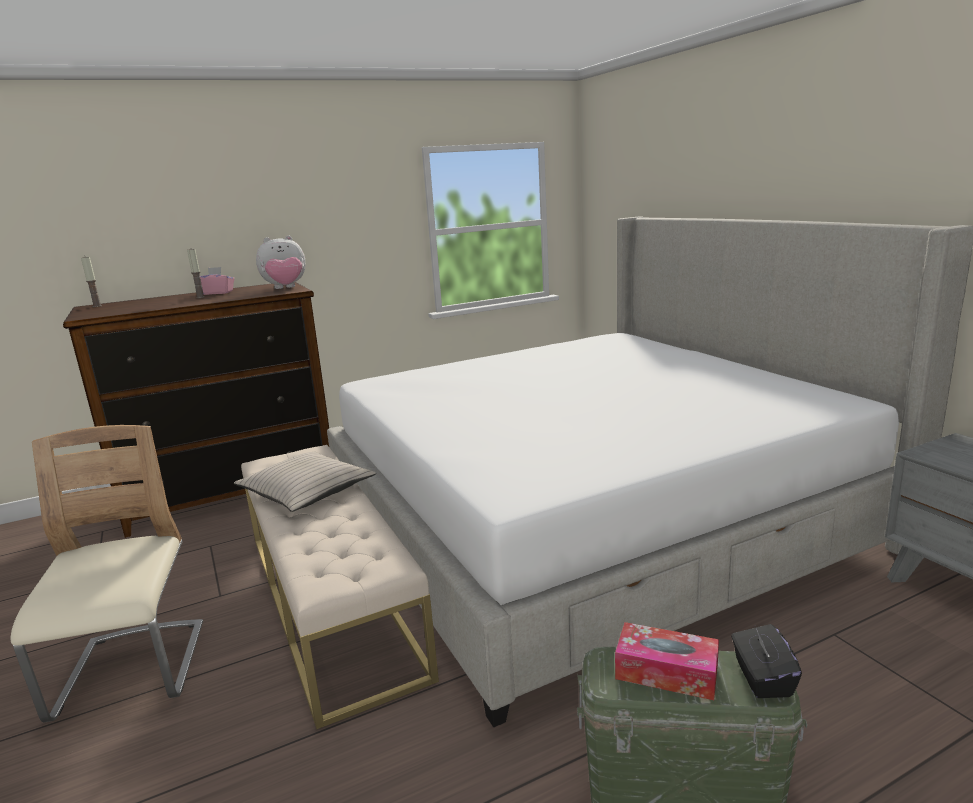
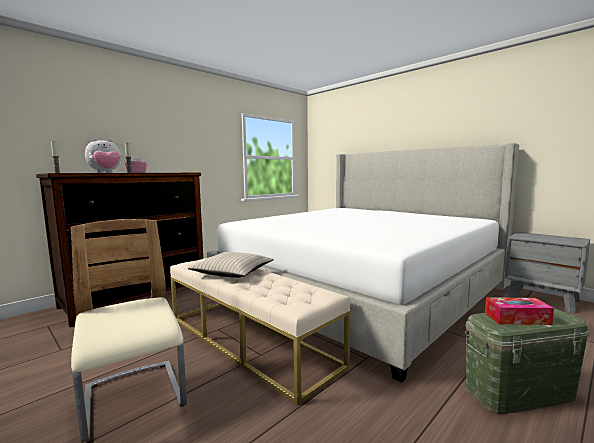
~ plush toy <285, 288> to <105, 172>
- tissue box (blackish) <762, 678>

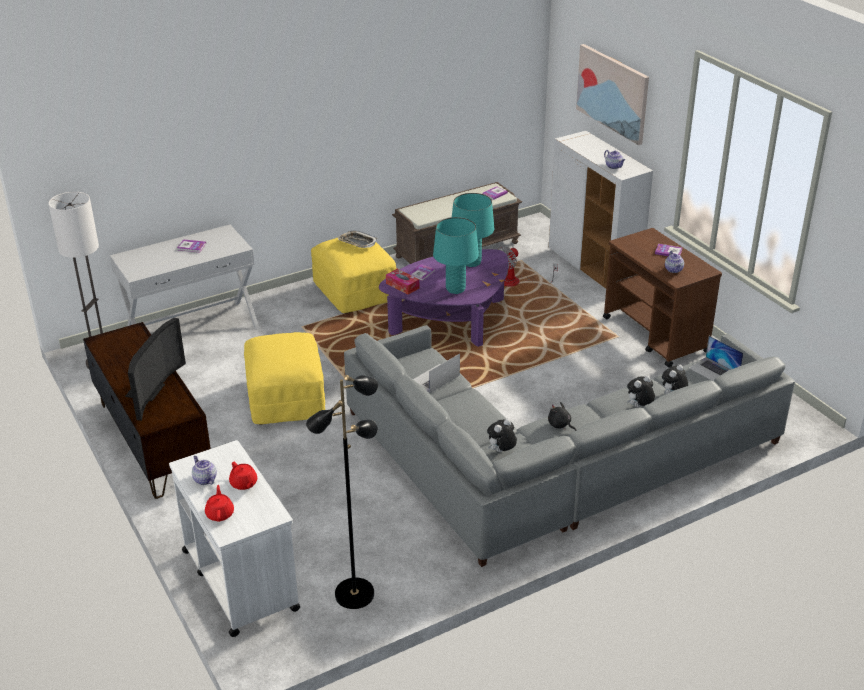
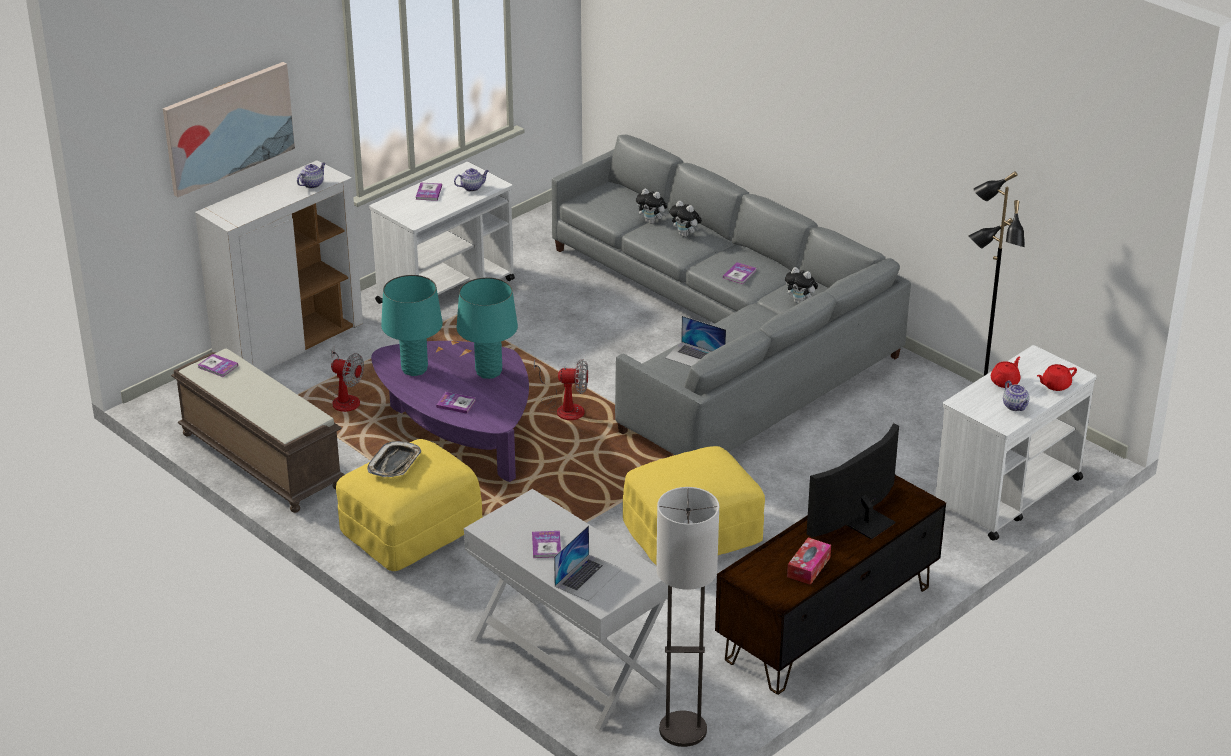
~ TV set <150, 392> = <863, 519> 45 degrees counterclockwise
~ tea pot <204, 479> = <1015, 406> 60 degrees counterclockwise
~ tissue box <402, 286> to <808, 567>
~ plush toy (blackish) <560, 425> to volume <739, 274>
~ trolley (brownish) <655, 335> to trolley (whitish) <446, 291>
~ laptop <714, 371> to <588, 577>
+ cooling fan <564, 408>

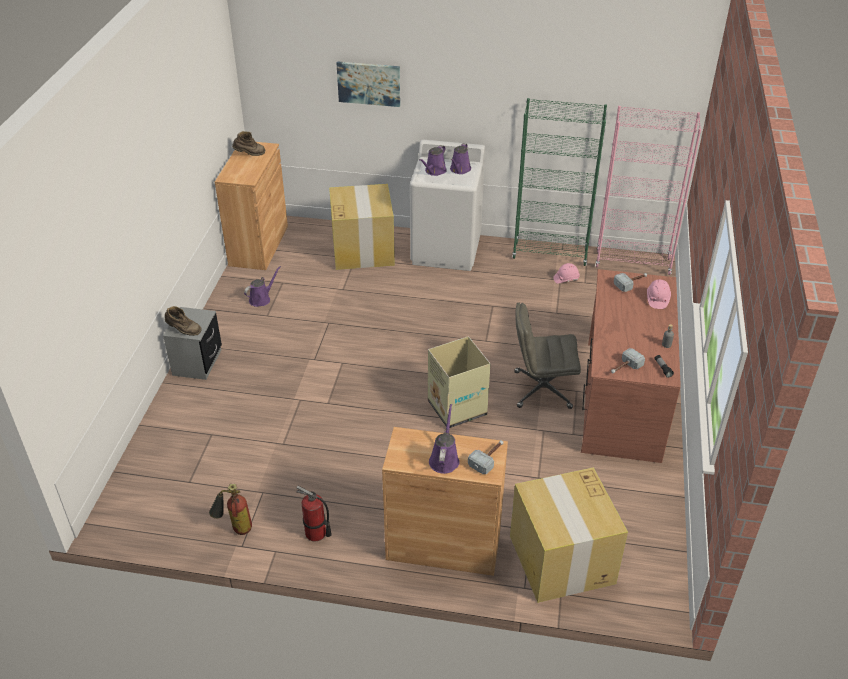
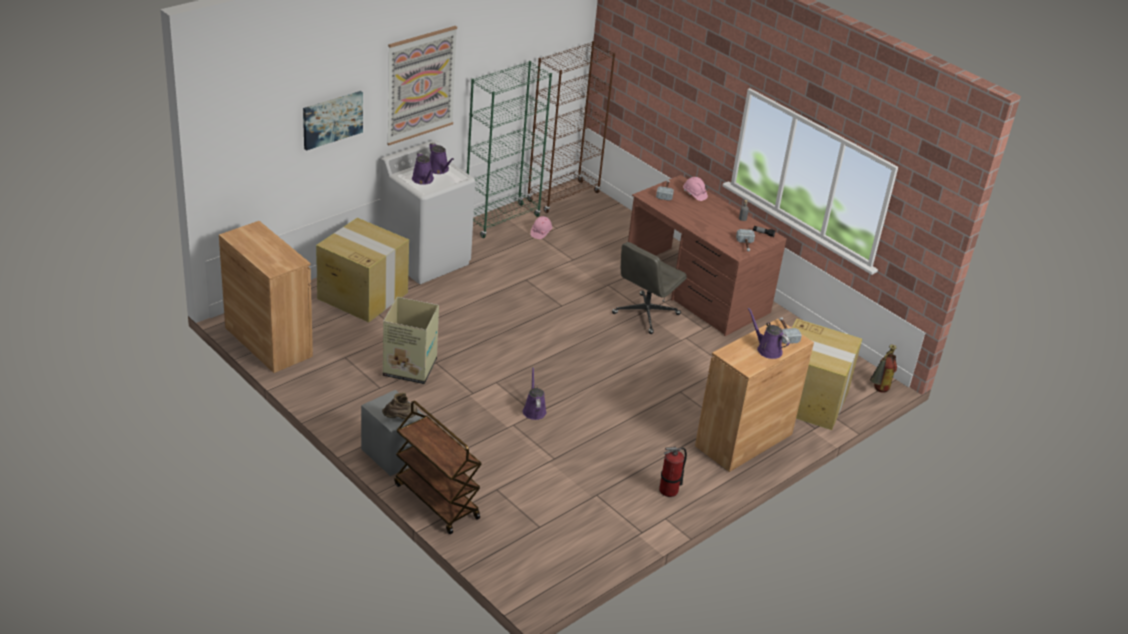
~ extinguisher <235, 528> to <877, 391>
- tall boot (brownish) <250, 154>
~ sprinkling can (purple) <261, 299> to <534, 410>
~ carton <456, 407> to <409, 367>
~ shelving unit (pink-coloured) <633, 262> to shelving unit (brownish) <563, 197>
+ wall art <421, 85>
+ trolley (brownish) <435, 501>

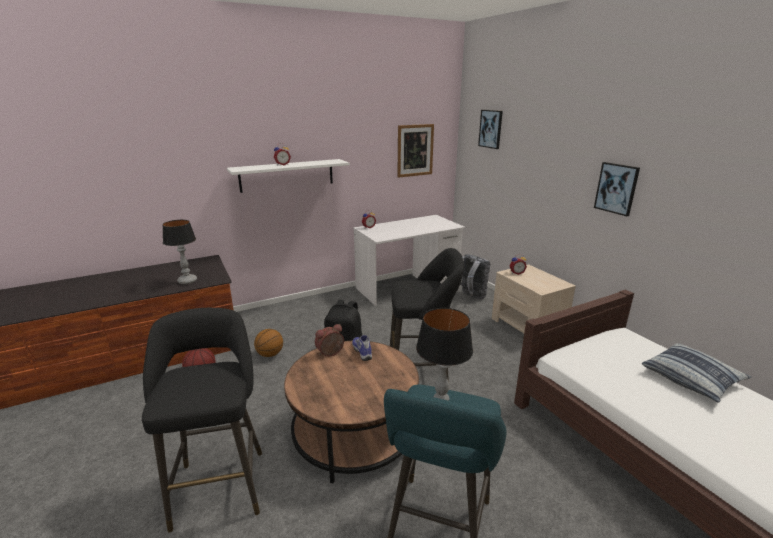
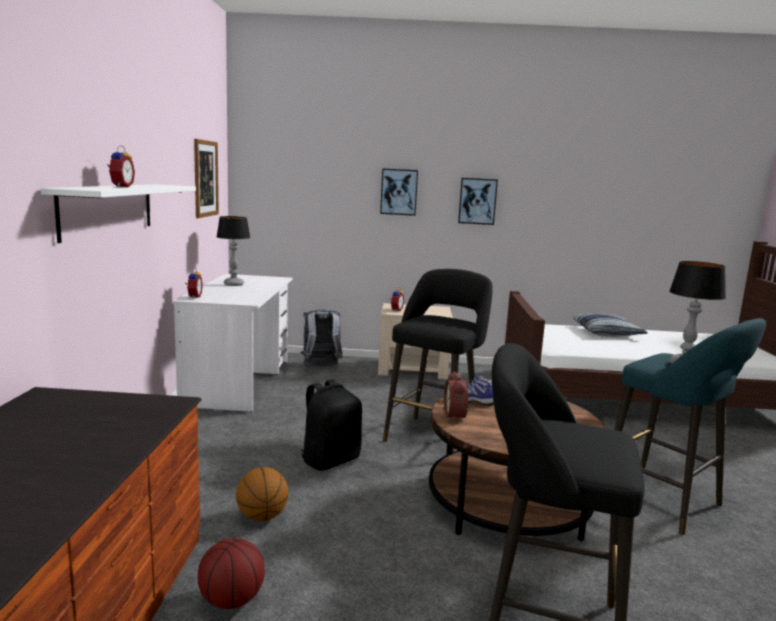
~ tabletop lamp <188, 281> to <234, 284>
~ wall art <491, 129> to <399, 192>

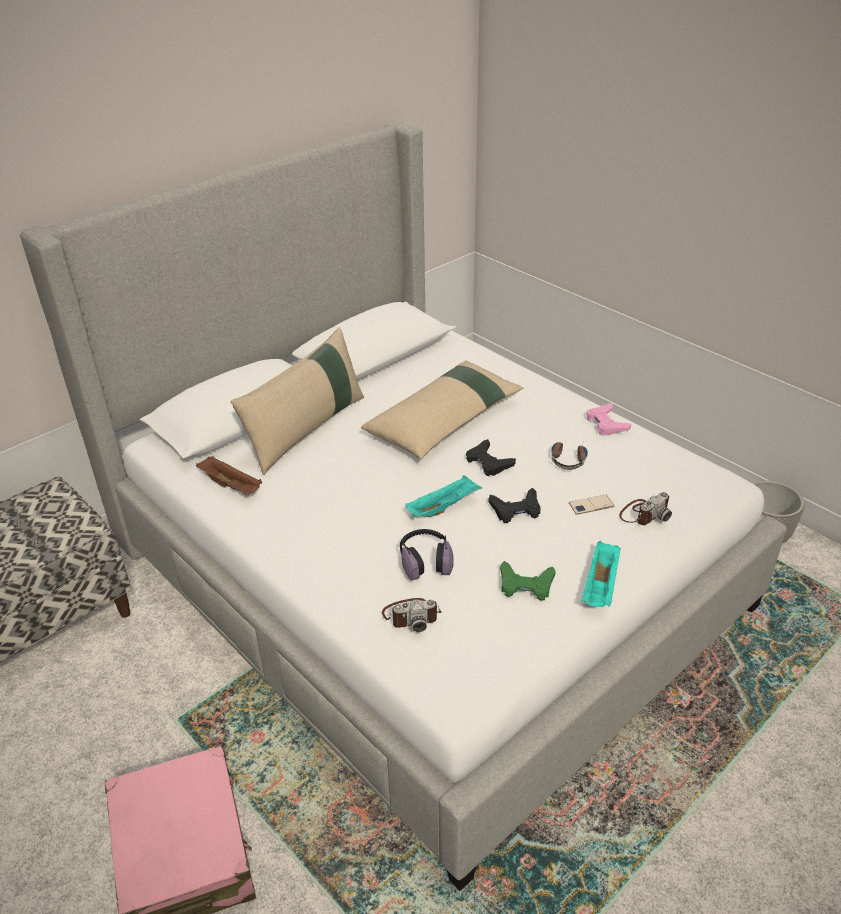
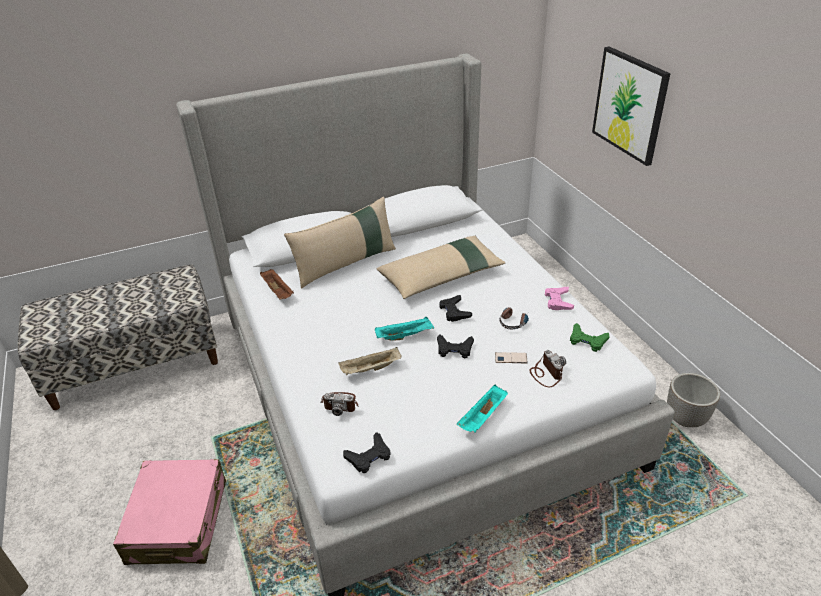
~ headset <425, 561> to serving tray (sand-coloured) <370, 369>
~ game controller (green) <526, 585> to <587, 340>
~ still camera <644, 513> = <546, 373> 90 degrees counterclockwise
+ game controller (blackish) <369, 456>
+ wall art <630, 105>

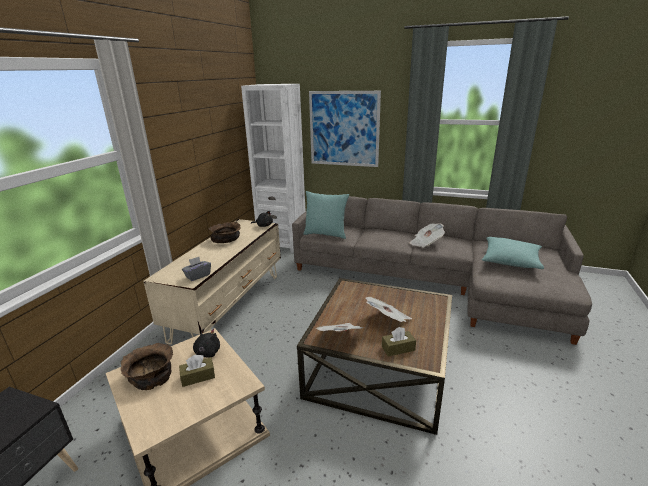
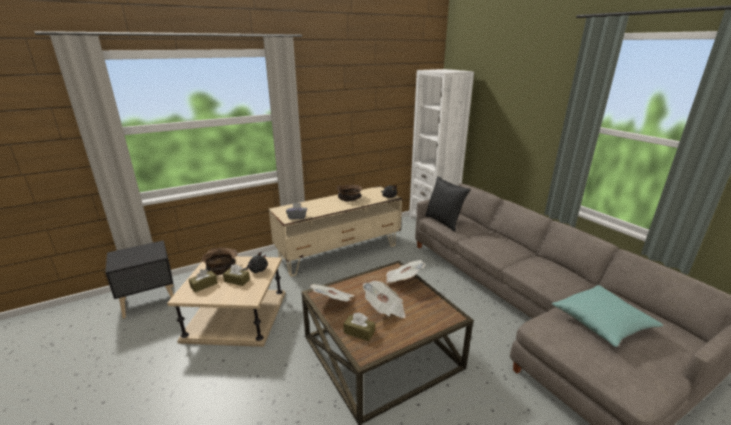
~ pillow (turquoise-coloured) <326, 234> to pillow (blackish) <444, 222>
- wall art <344, 129>
~ newspaper <426, 243> to <403, 280>
+ tissue box (brownish) <204, 285>

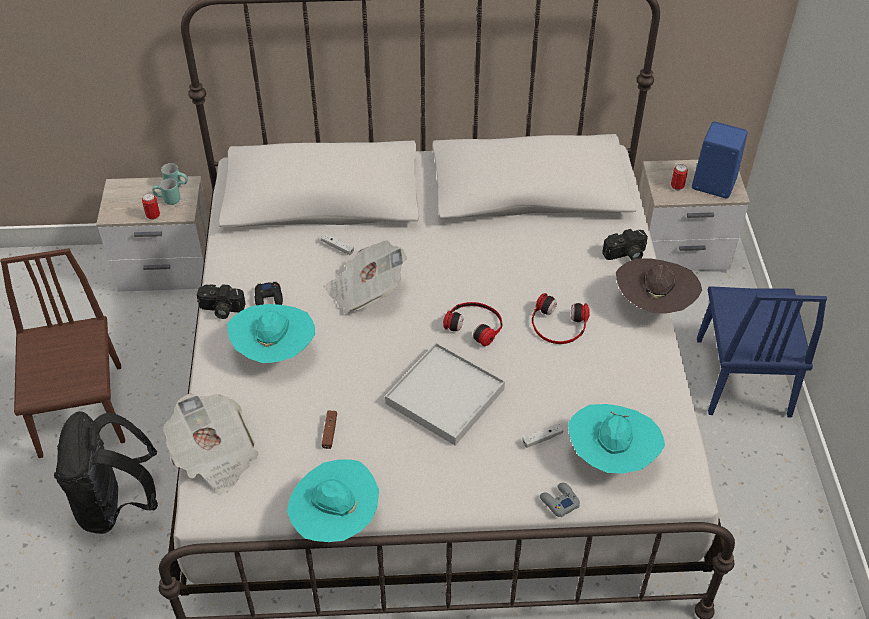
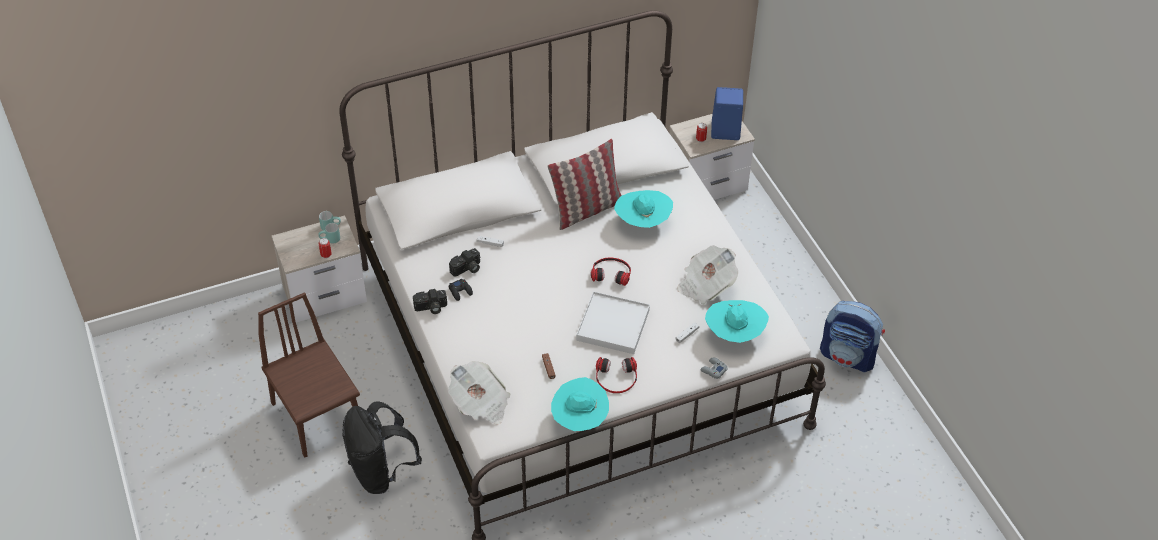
~ wearable hat (turquoise-coloured) <275, 352> to <642, 222>
~ newspaper <365, 291> to <705, 285>
~ headset <558, 325> to <616, 378>
~ still camera <625, 255> to <467, 269>
- wearable hat (brownish) <653, 305>
- plain chair (blue-coloured) <742, 376>
+ pillow <586, 210>
+ backpack <848, 356>

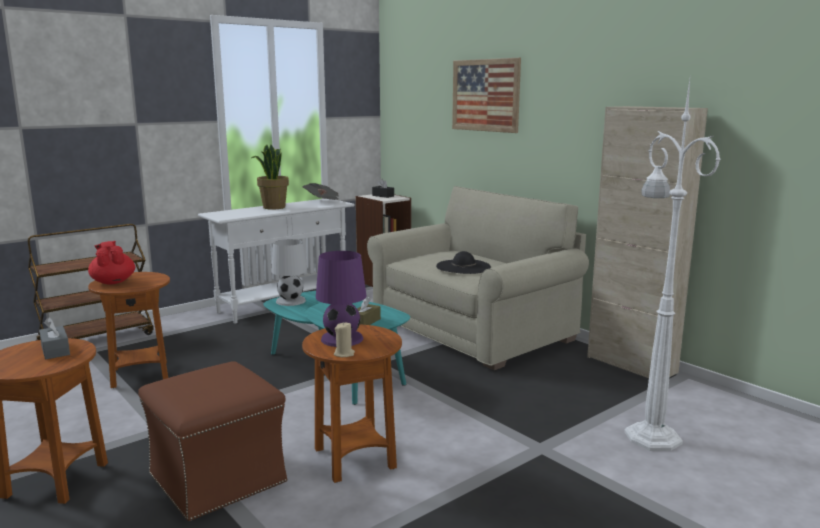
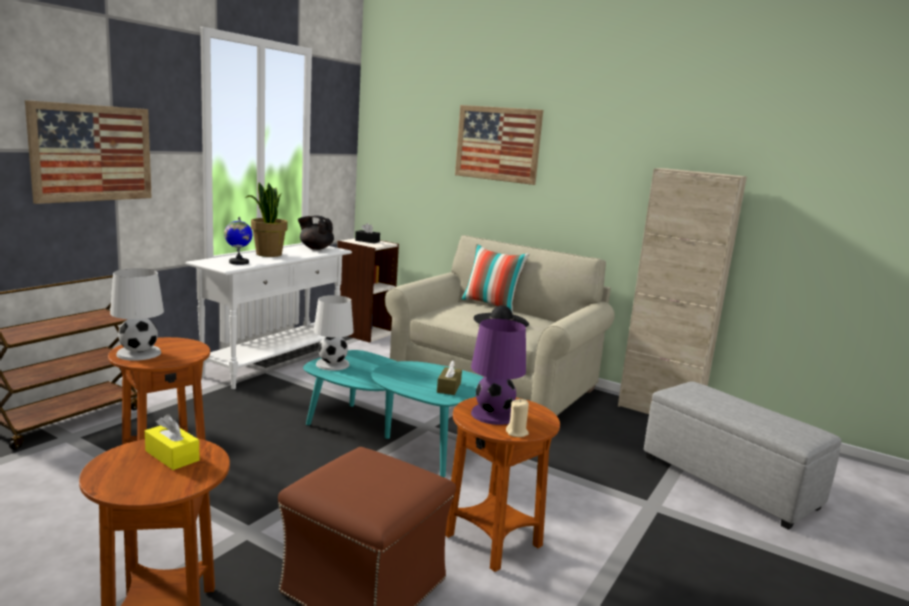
~ tissue box (greyish) <55, 350> to tissue box (yellowish) <172, 456>
~ tea pot (red-coloured) <113, 282> to tabletop lamp (whitish) <139, 353>
~ newspaper <323, 202> to tea pot (blackish) <315, 248>
~ standard lamp (whitish) <651, 436> to pouffe (greyish) <729, 482>
+ wall art <92, 153>
+ globe <238, 262>
+ pillow <491, 305>

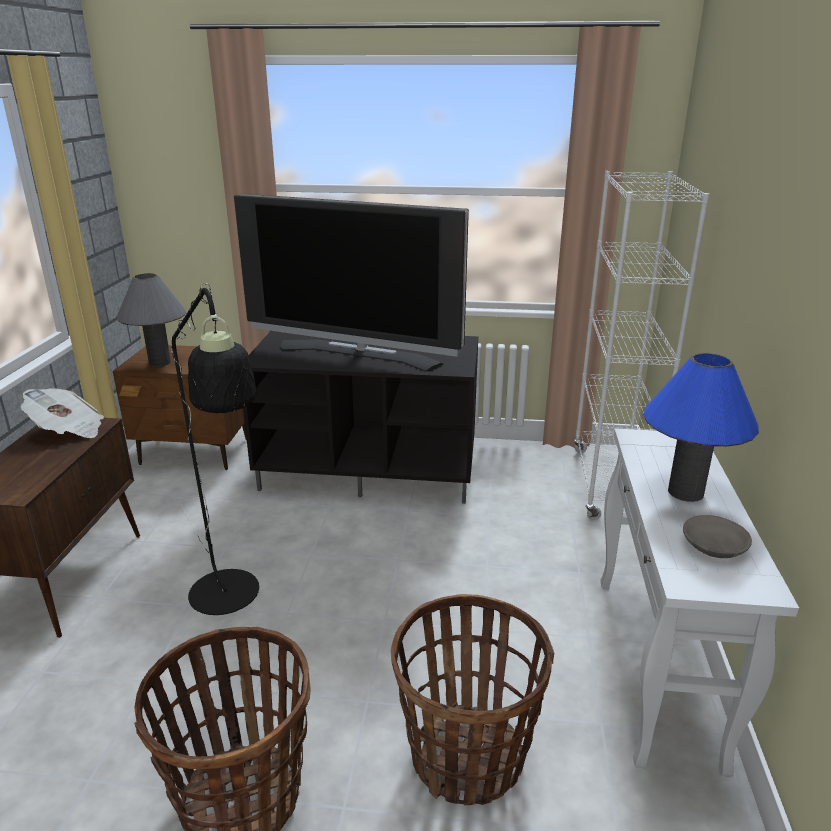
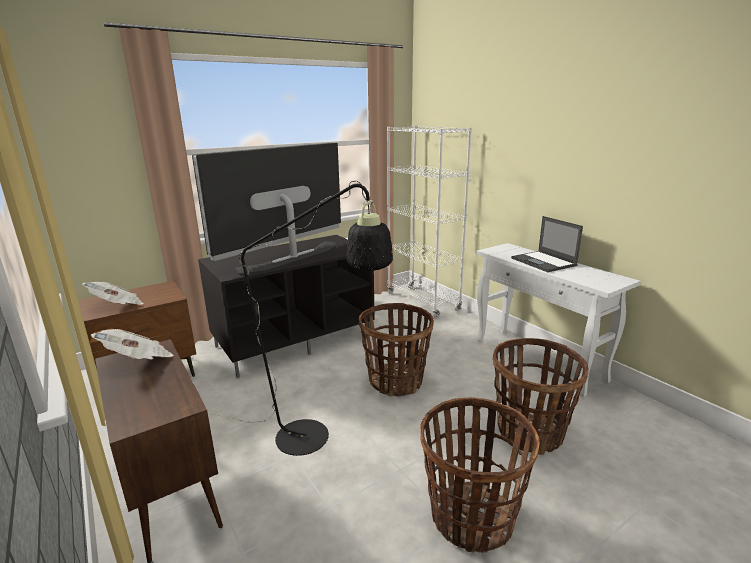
~ tabletop lamp (greyish) <159, 362> to newspaper <117, 305>
~ TV set <358, 355> = <289, 257> 150 degrees clockwise
~ tabletop lamp (blue-coloured) <685, 492> to laptop <544, 262>
- deep dish (greyish) <713, 546>
+ basket <396, 381>

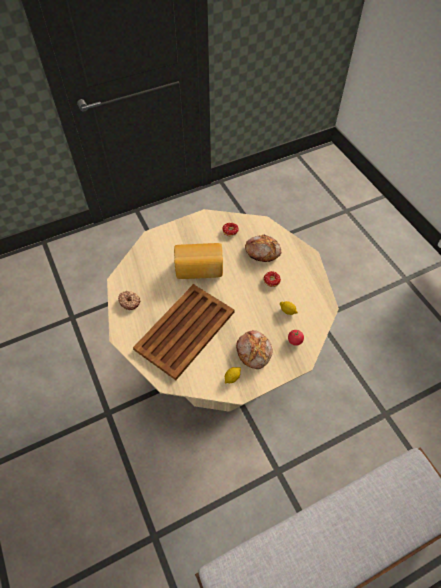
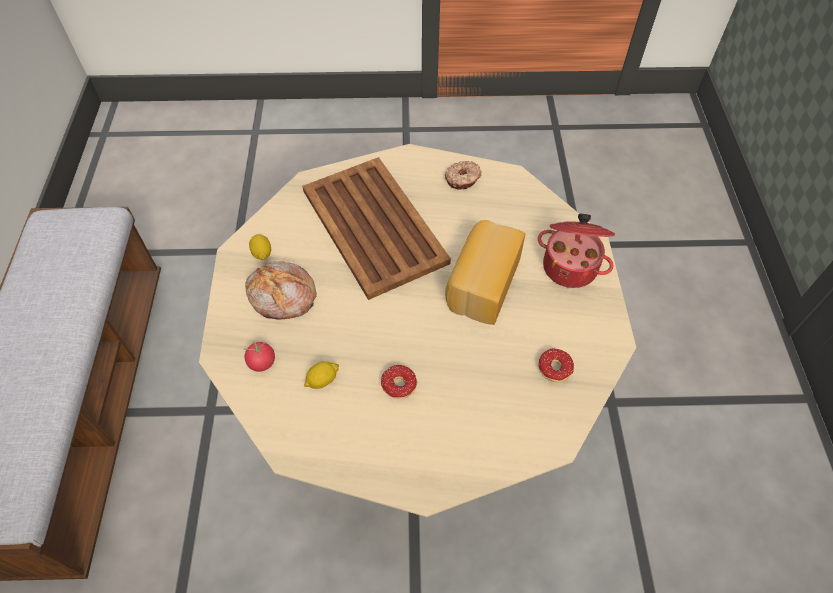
- bakery bread <262, 251>
+ stockpot <570, 266>

